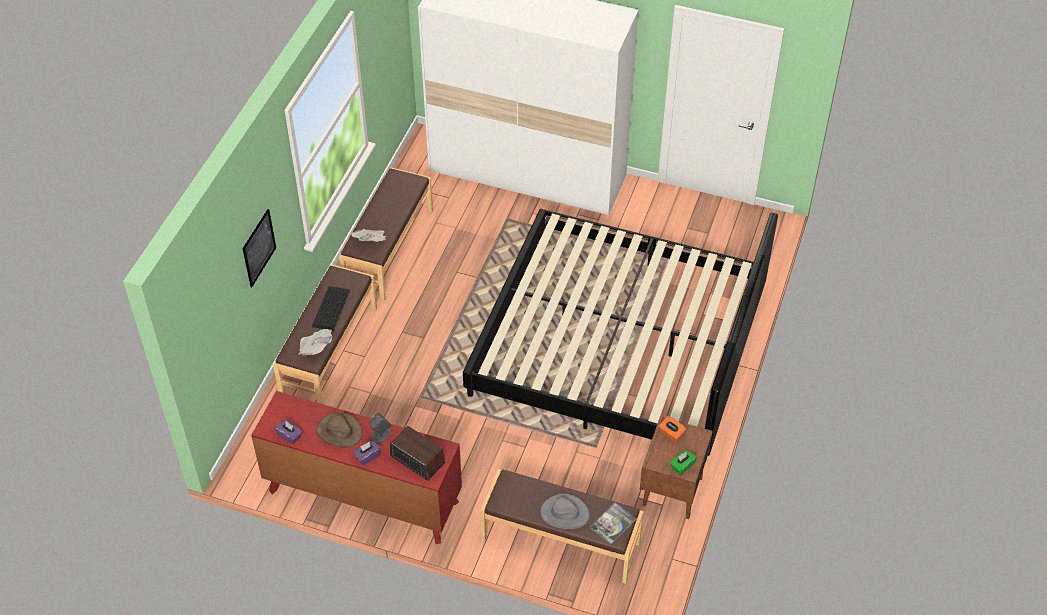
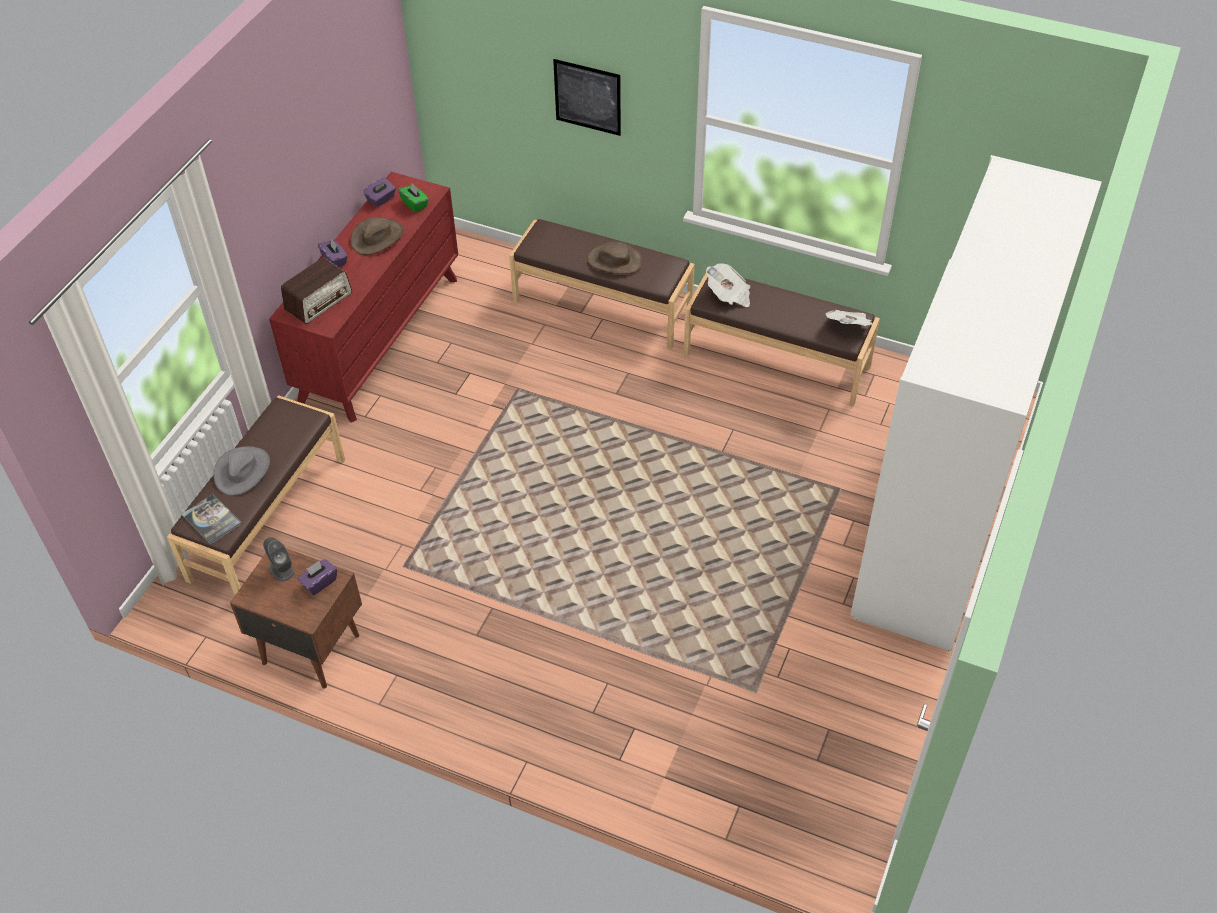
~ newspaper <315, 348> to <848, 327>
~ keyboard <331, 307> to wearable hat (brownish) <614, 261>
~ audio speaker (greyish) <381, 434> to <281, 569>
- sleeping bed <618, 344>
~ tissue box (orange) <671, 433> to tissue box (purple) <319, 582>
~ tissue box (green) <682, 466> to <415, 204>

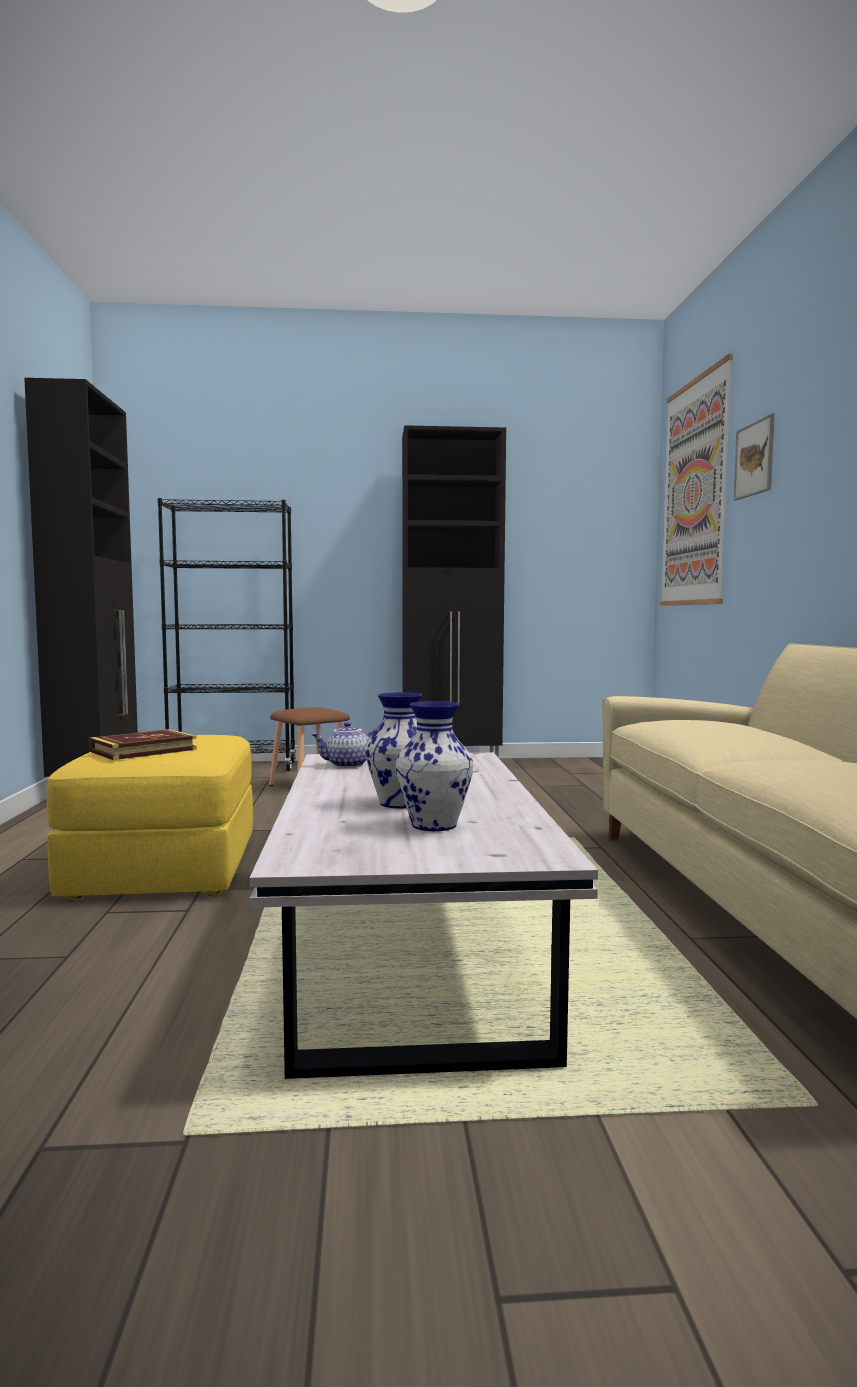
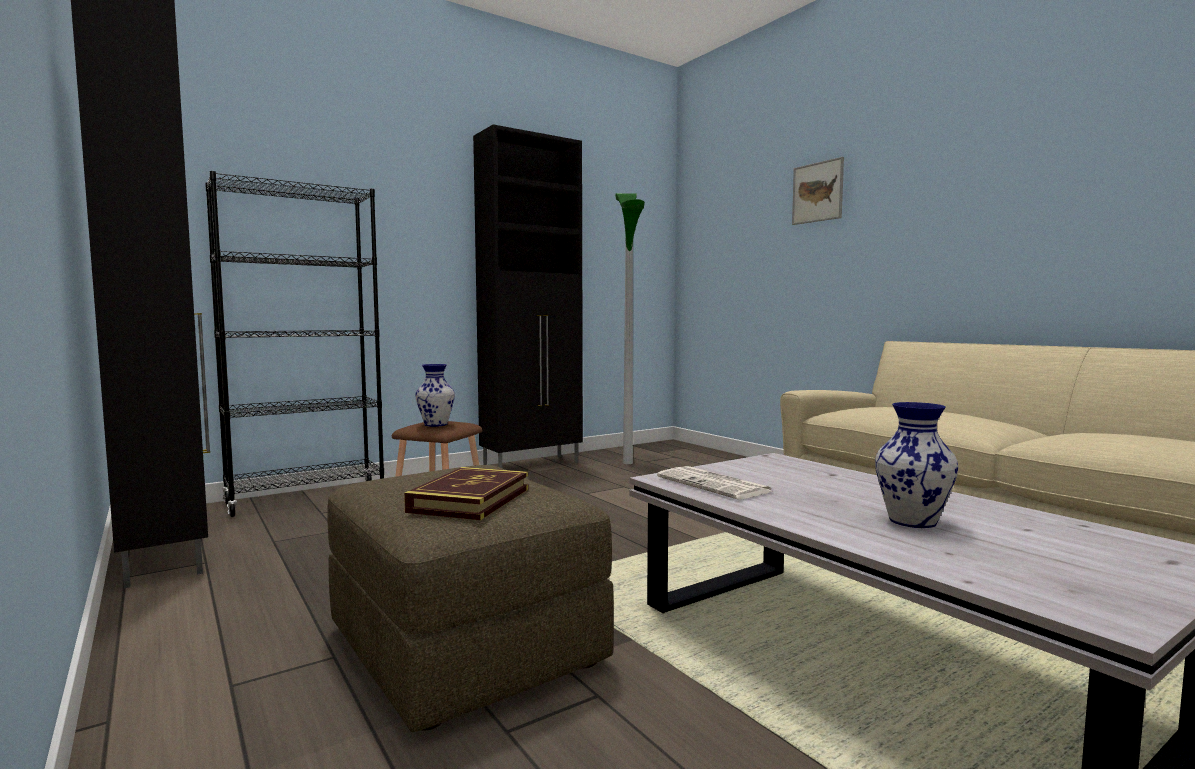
~ pouffe (yellowish) <164, 868> to pouffe (brownish) <463, 646>
~ tea pot <347, 765> to newspaper <715, 485>
~ flower vase <433, 825> to <435, 425>
- wall art <694, 493>
+ standard lamp <627, 463>

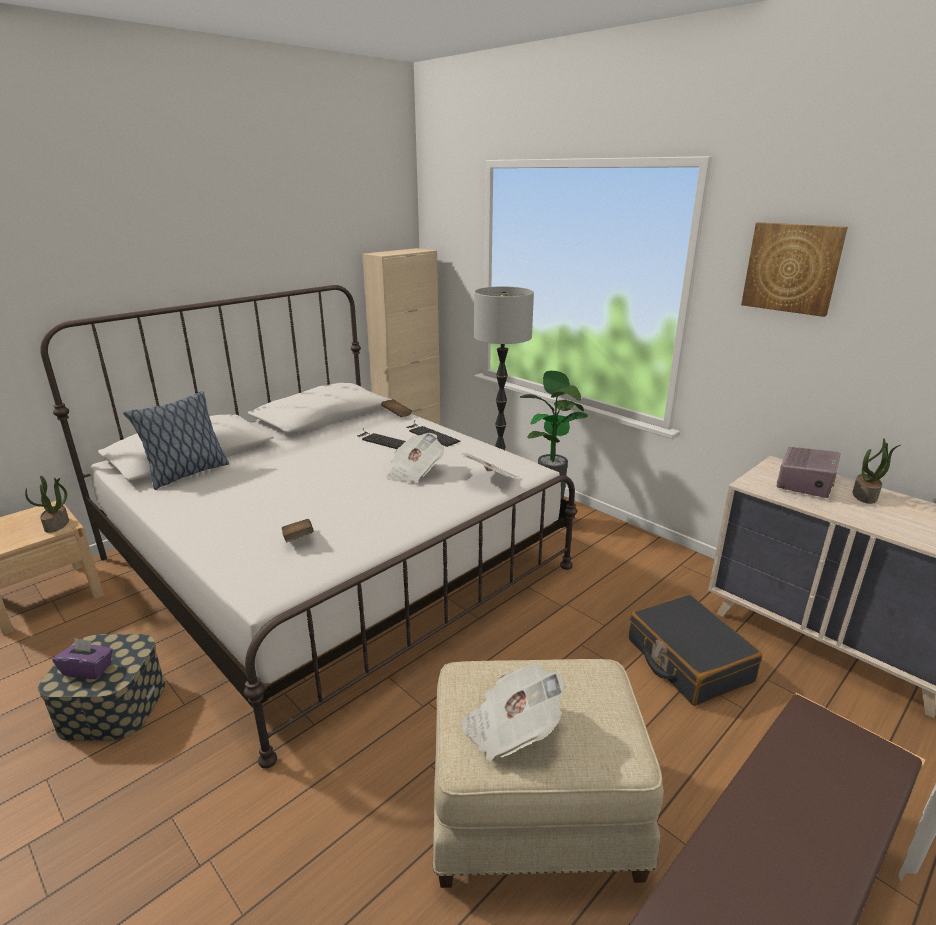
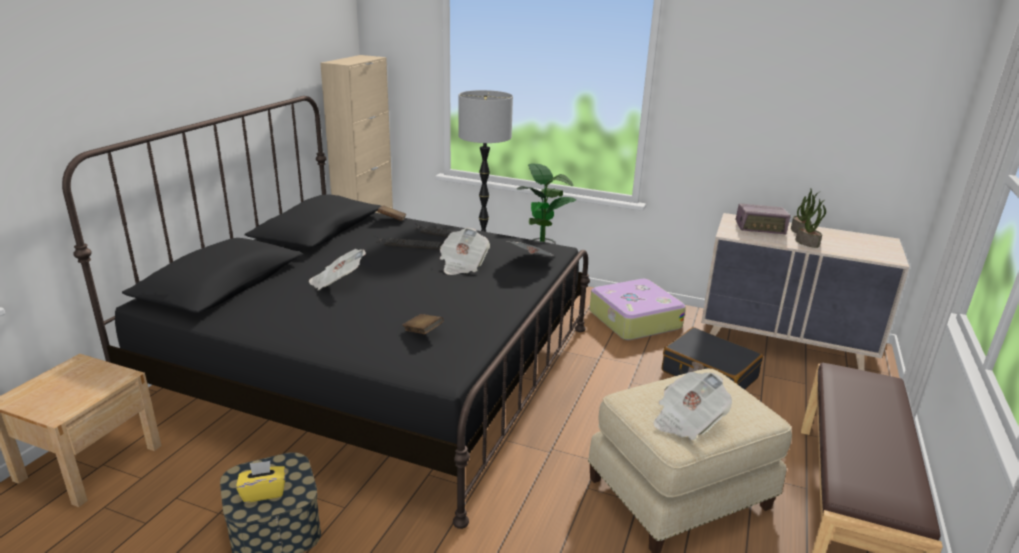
~ potted plant <57, 525> to <807, 243>
~ sleeping bed (whitish) <332, 563> to sleeping bed (blackish) <378, 367>
~ tissue box (purple) <88, 669> to tissue box (yellowish) <263, 492>
- pillow <187, 474>
- wall art <792, 268>
~ radio set <805, 483> = <760, 228> 90 degrees clockwise
+ newspaper <337, 283>
+ piece of luggage <633, 319>

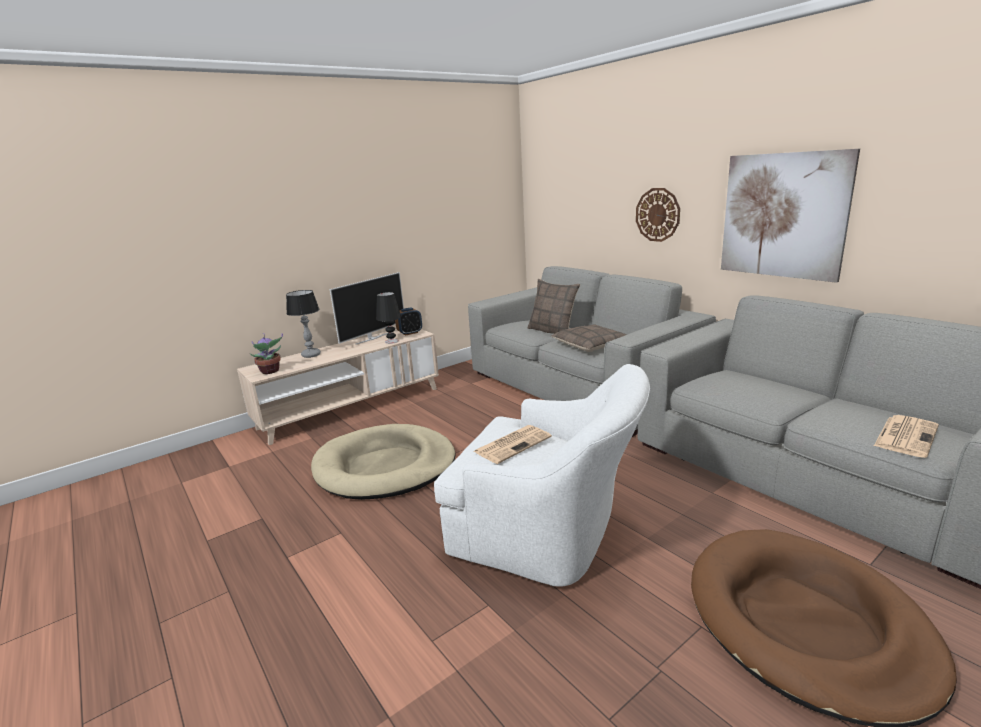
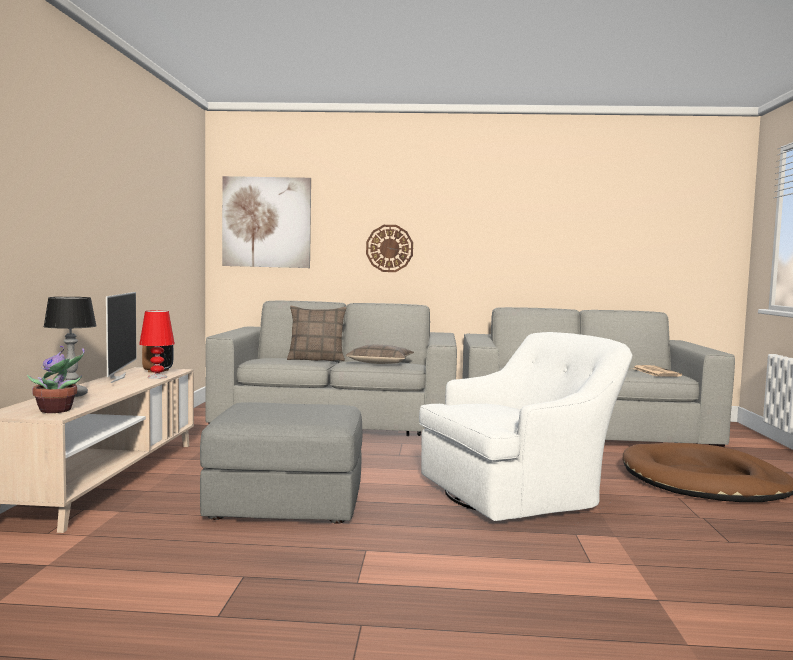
~ dog bed (sand-coloured) <385, 466> to pouffe (greyish) <287, 503>
~ tabletop lamp (blackish) <392, 341> to tabletop lamp (red-coloured) <157, 377>
- newspaper <513, 444>
~ wall art <783, 216> to <266, 222>

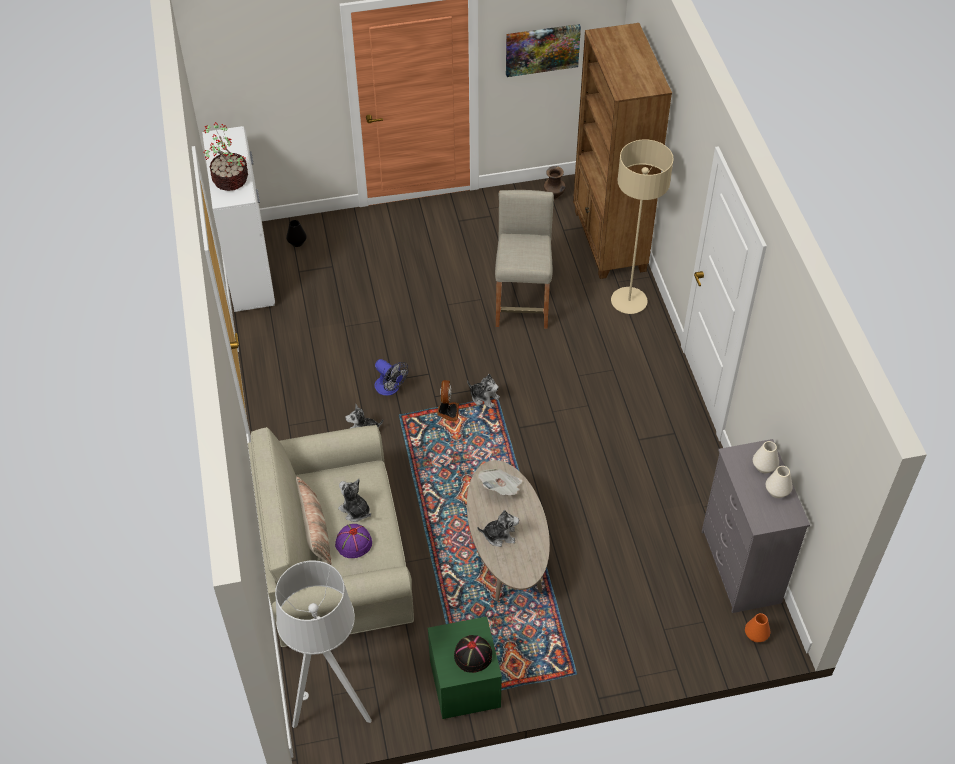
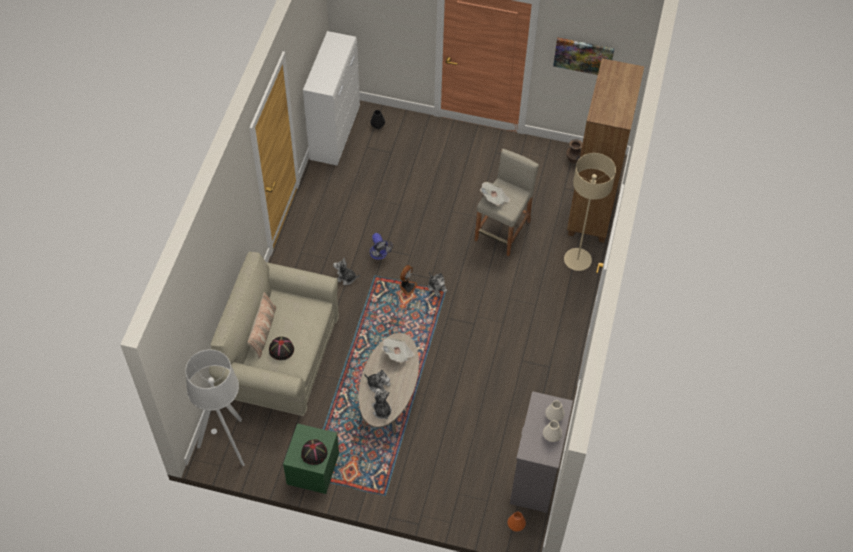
- potted plant <229, 179>
~ wearable hat (purple) <353, 543> to wearable hat (blackish) <281, 349>
~ plush toy <355, 511> to <381, 410>
+ newspaper <494, 199>

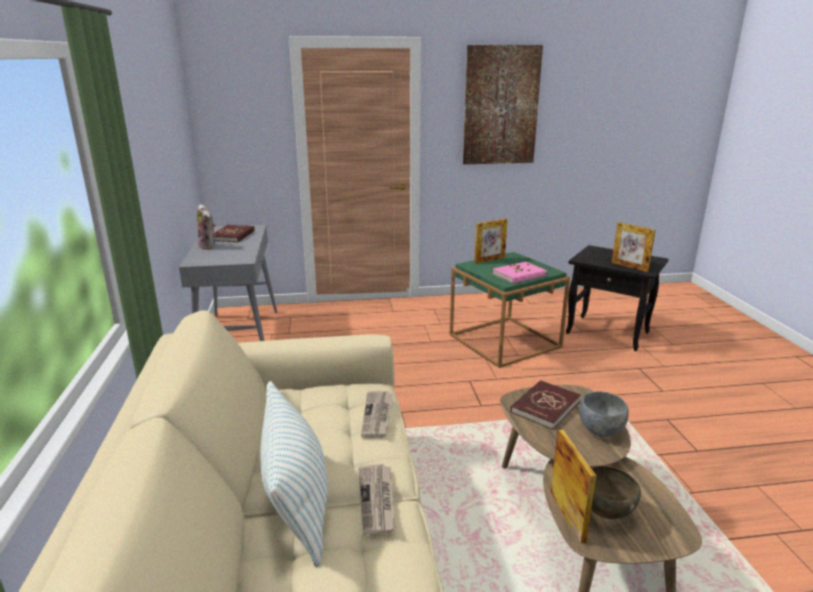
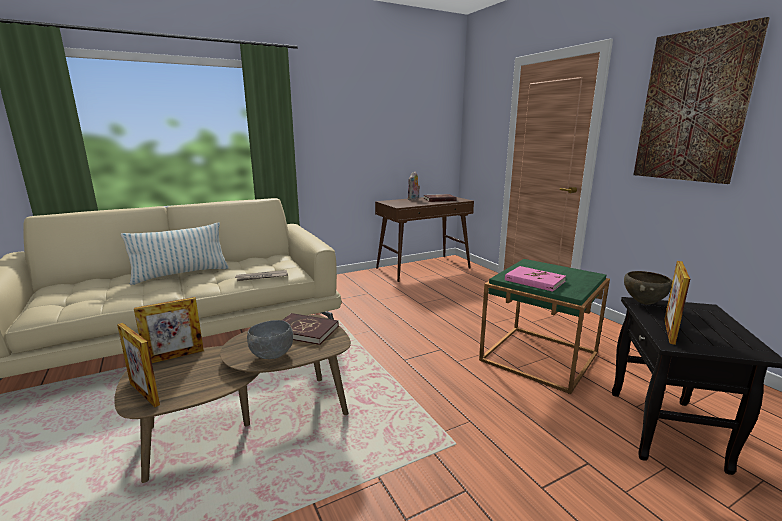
~ narrow table (greyish) <239, 338> to narrow table (brownish) <423, 268>
- newspaper <377, 500>
~ photo frame <489, 260> to <144, 393>
~ deep dish (brownish) <605, 513> to <644, 303>

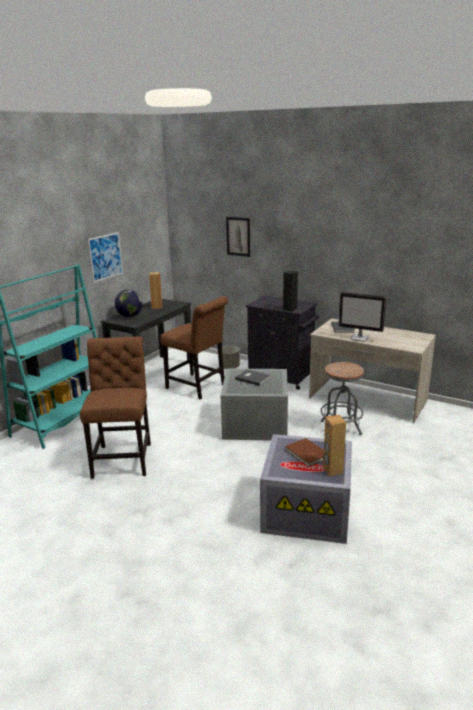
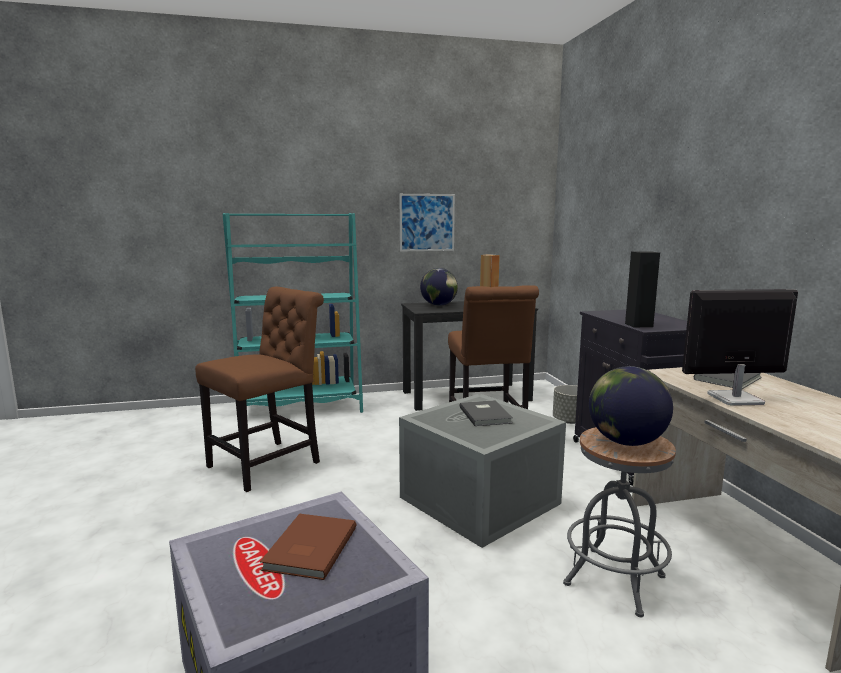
- wall art <238, 236>
- audio speaker (brownish) <332, 470>
~ monitor <360, 338> = <734, 399> 105 degrees clockwise
+ globe <626, 442>

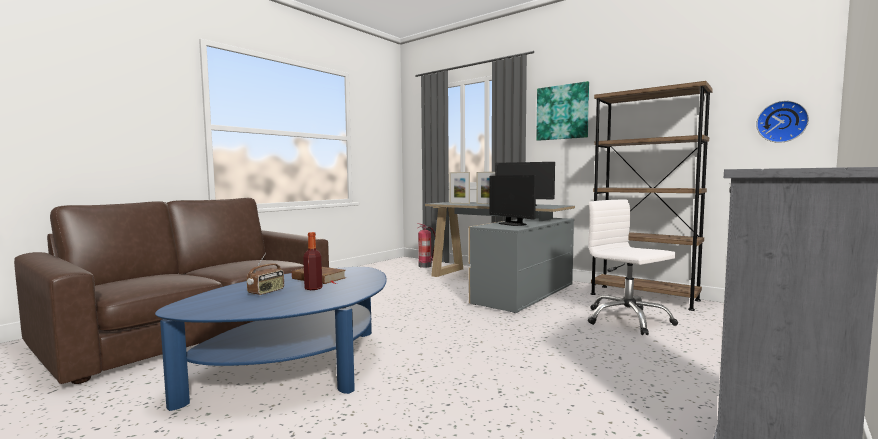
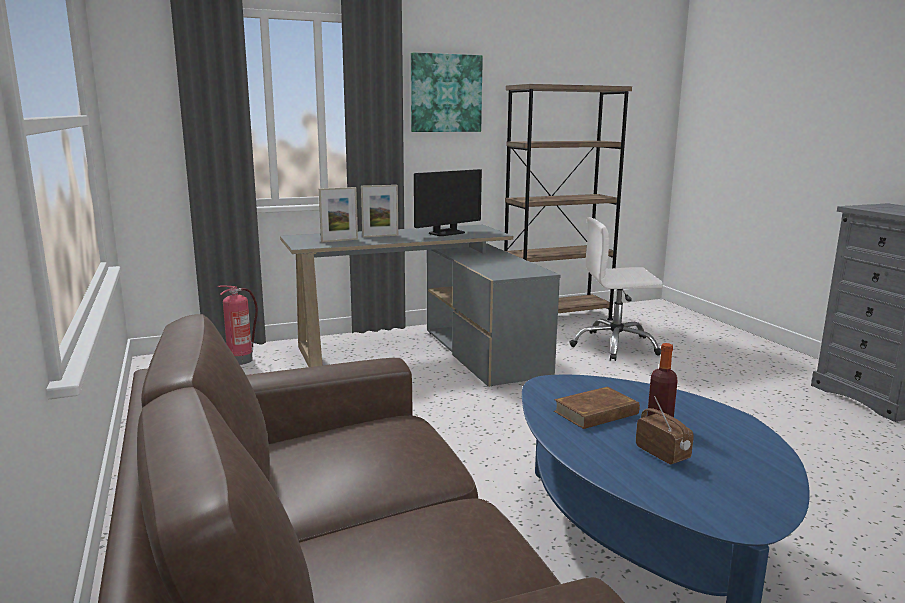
- monitor <512, 224>
- hanging clock <781, 122>

